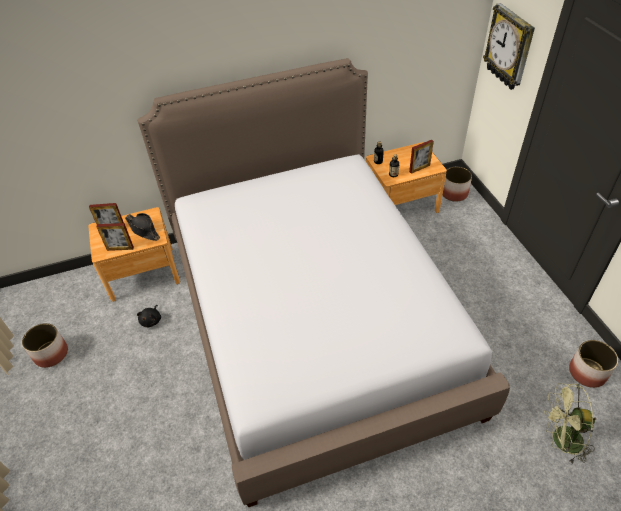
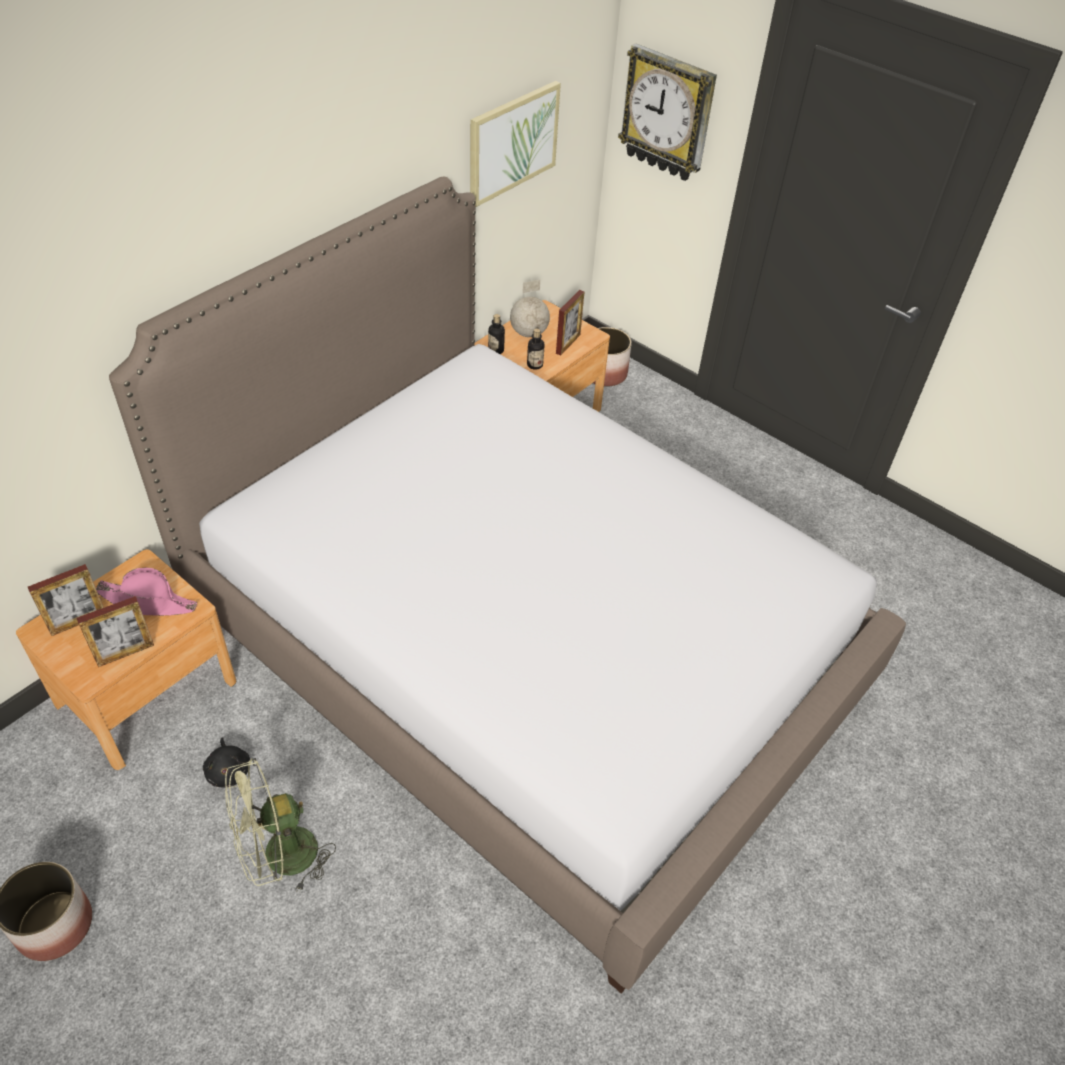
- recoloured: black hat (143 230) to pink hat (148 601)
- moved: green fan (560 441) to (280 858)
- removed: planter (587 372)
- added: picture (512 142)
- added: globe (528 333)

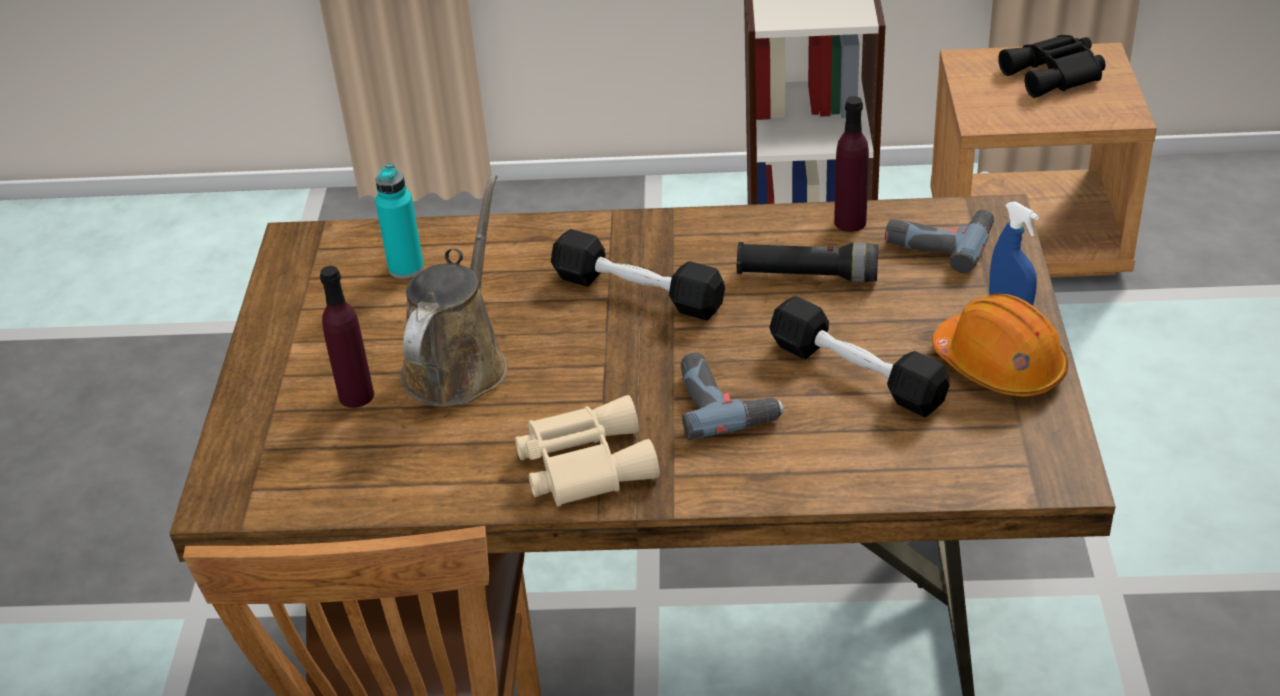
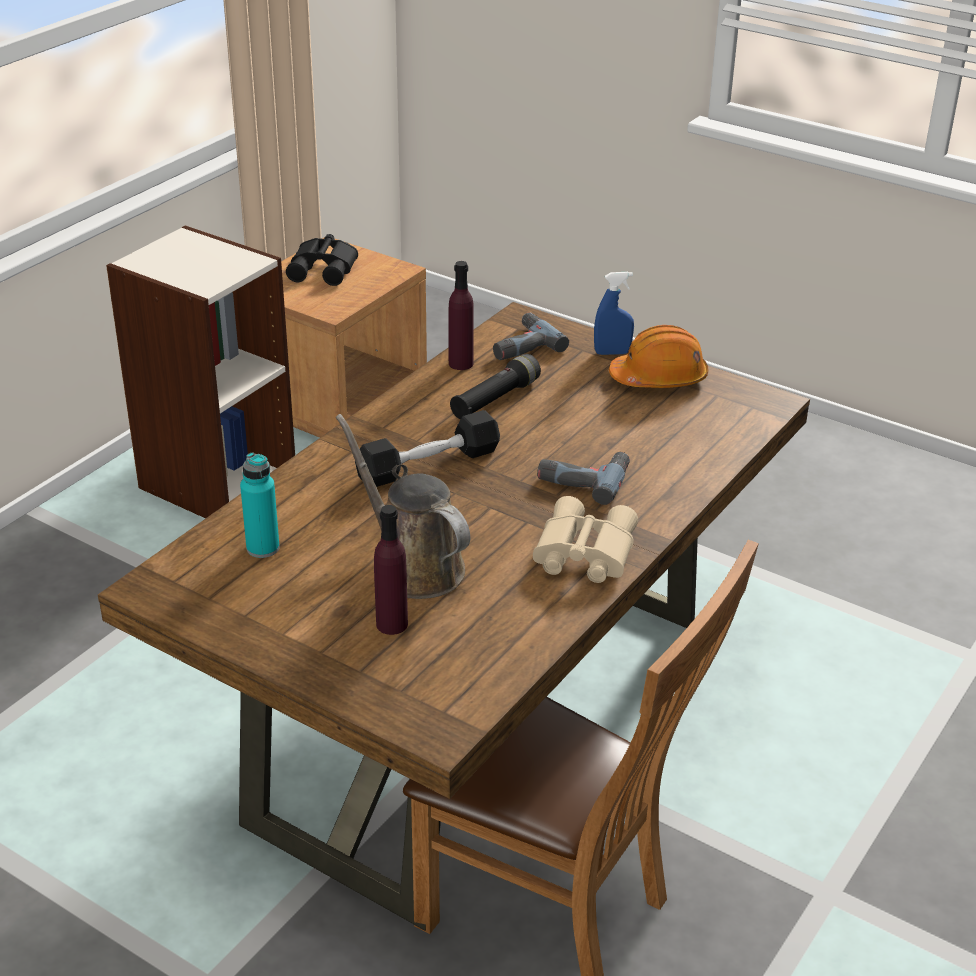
- removed: black dumbbell (857 374)

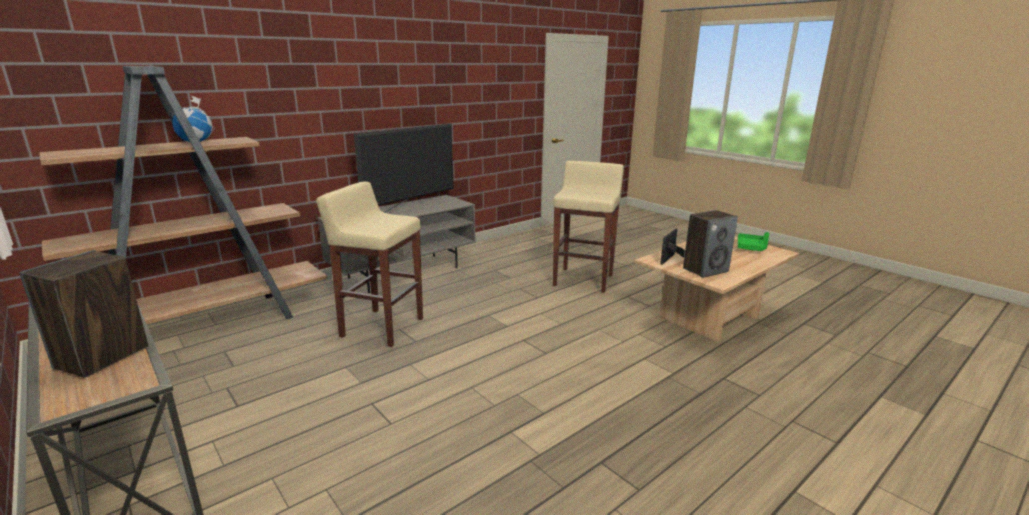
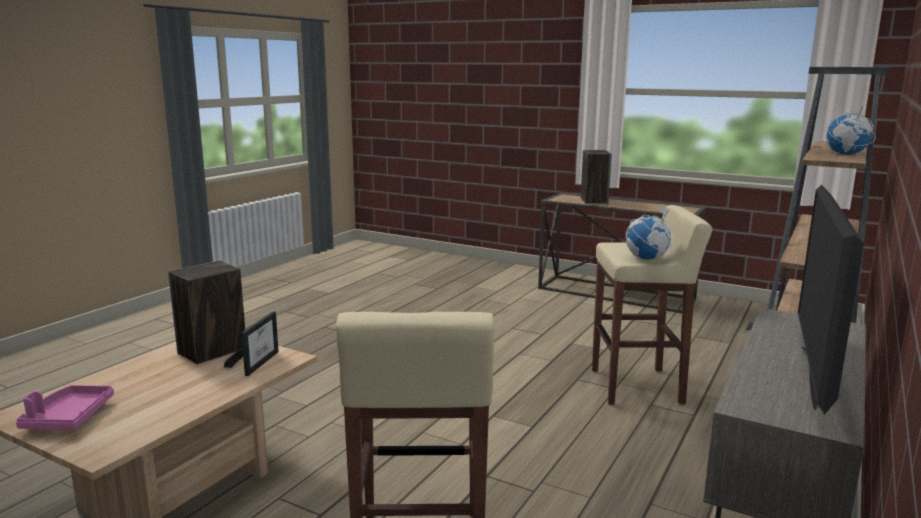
- recoloured: green tray (751 247) to pink tray (68 418)
- added: globe (647 259)

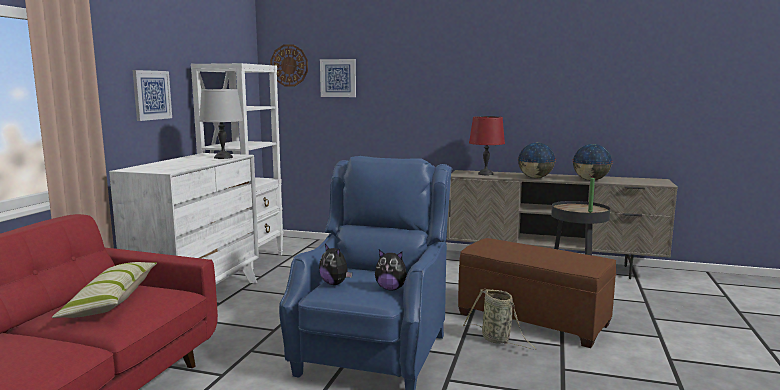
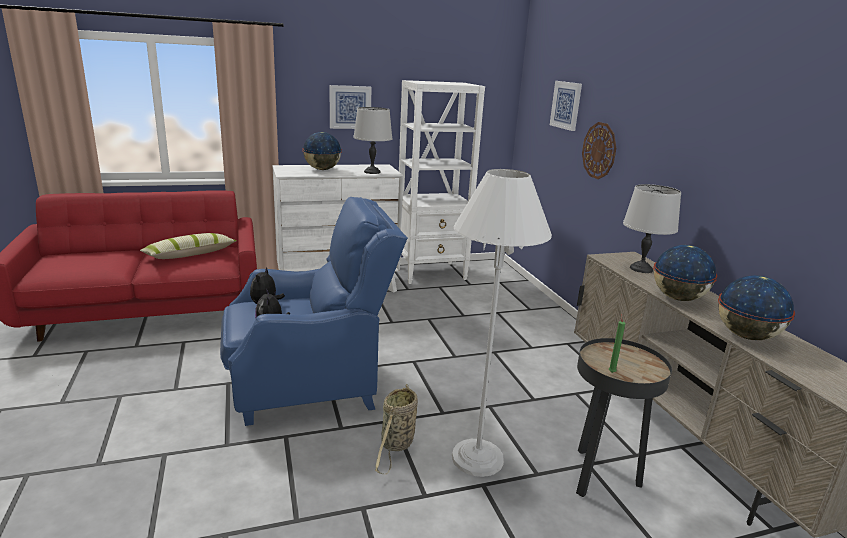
- moved: wall clock (289 65) to (599 150)
- replaced: brown ottoman (533 319) to white floor lamp (477 458)
- recoloured: red table lamp (485 174) to grey table lamp (641 269)
- added: globe (322 169)

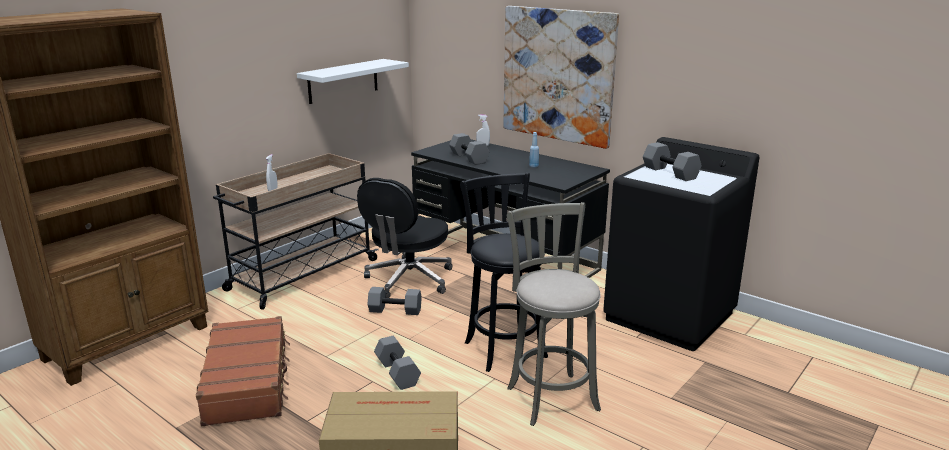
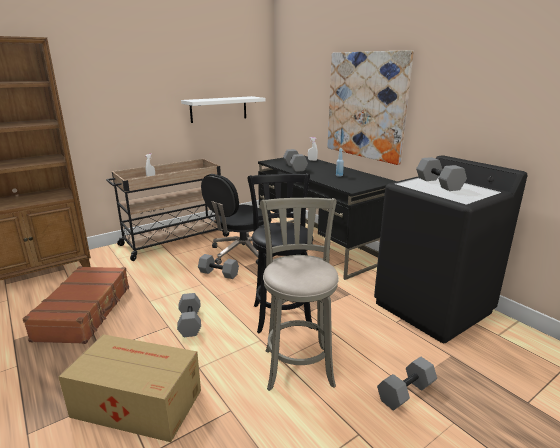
- added: grey dumbbell (406 393)

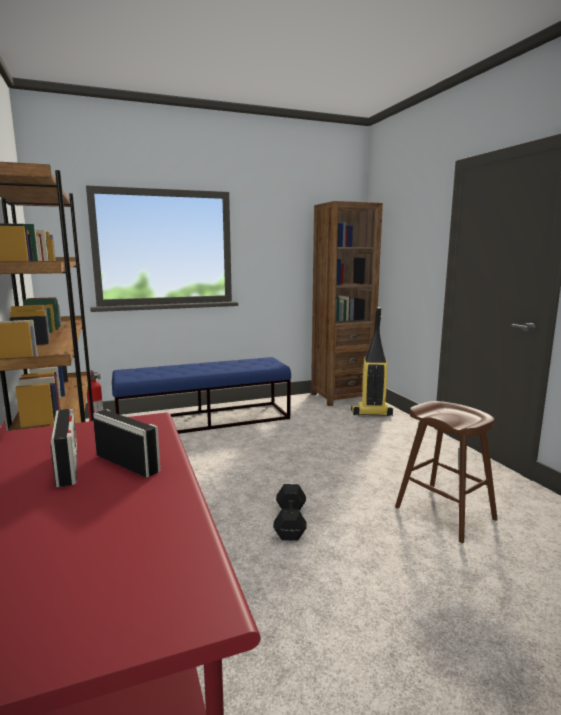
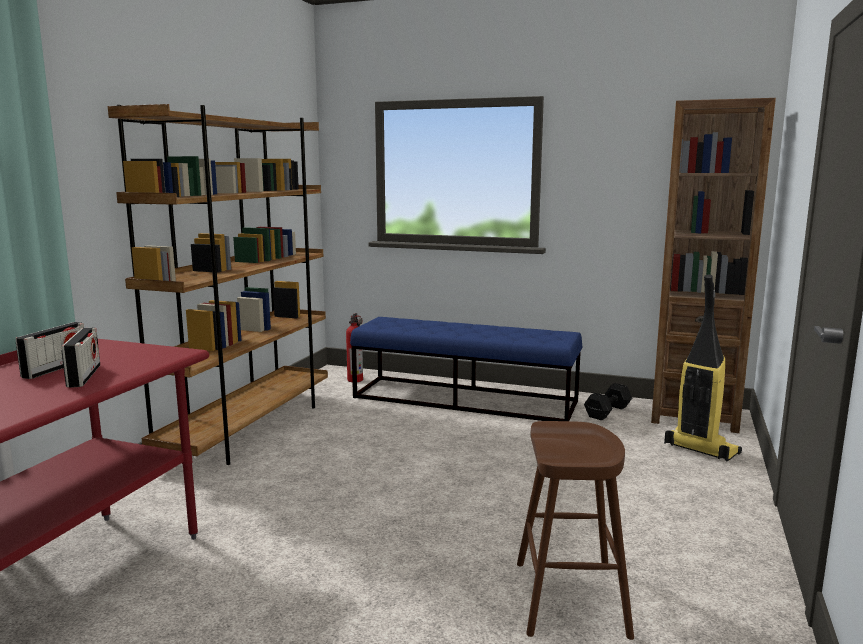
- moved: black dumbbell (291 522) to (608 412)

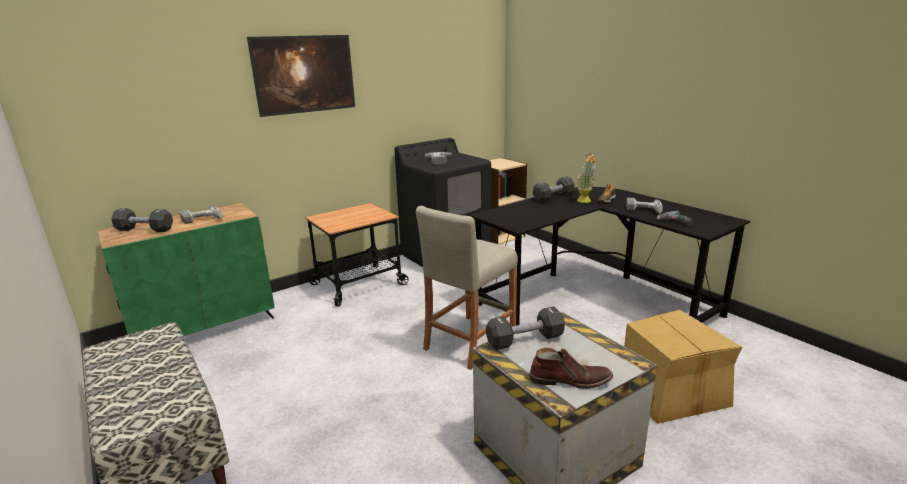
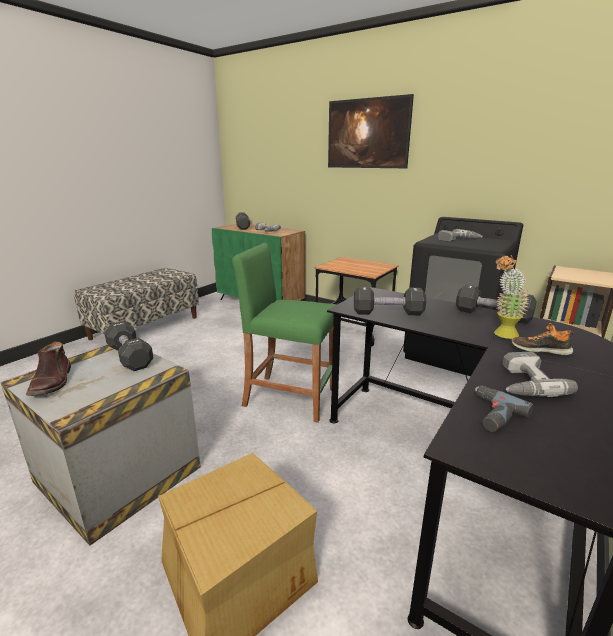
- recoloured: beige stool (469 341) to green stool (289 397)
- added: black dumbbell (388 313)

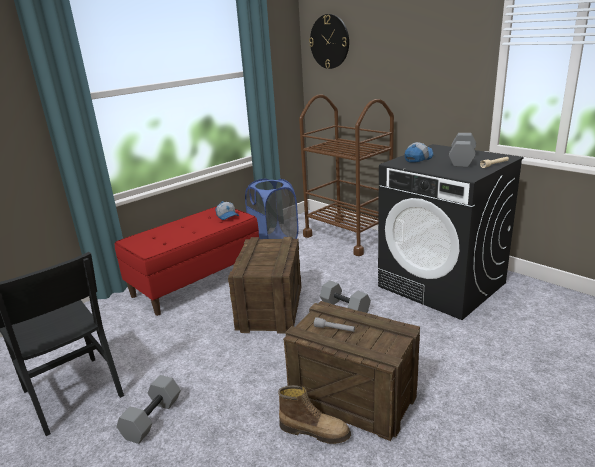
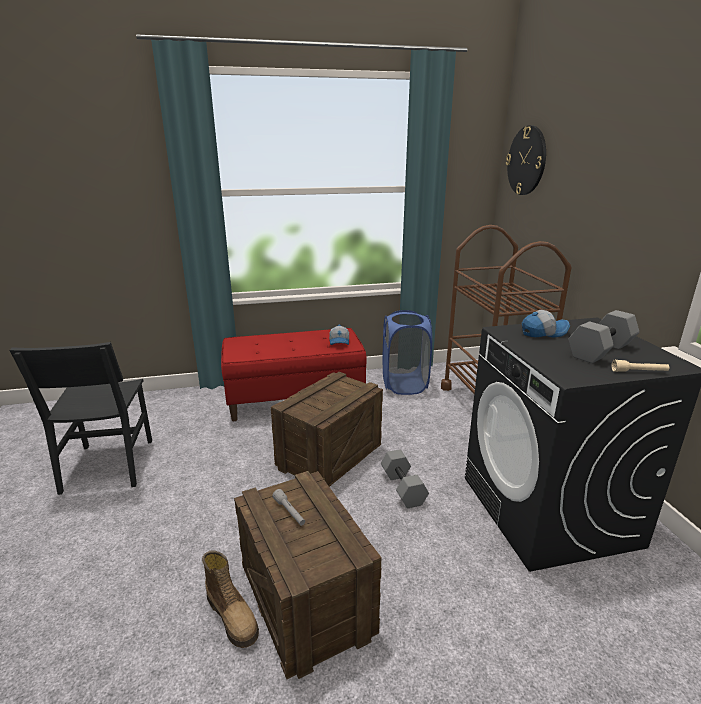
- removed: grey dumbbell (152 417)

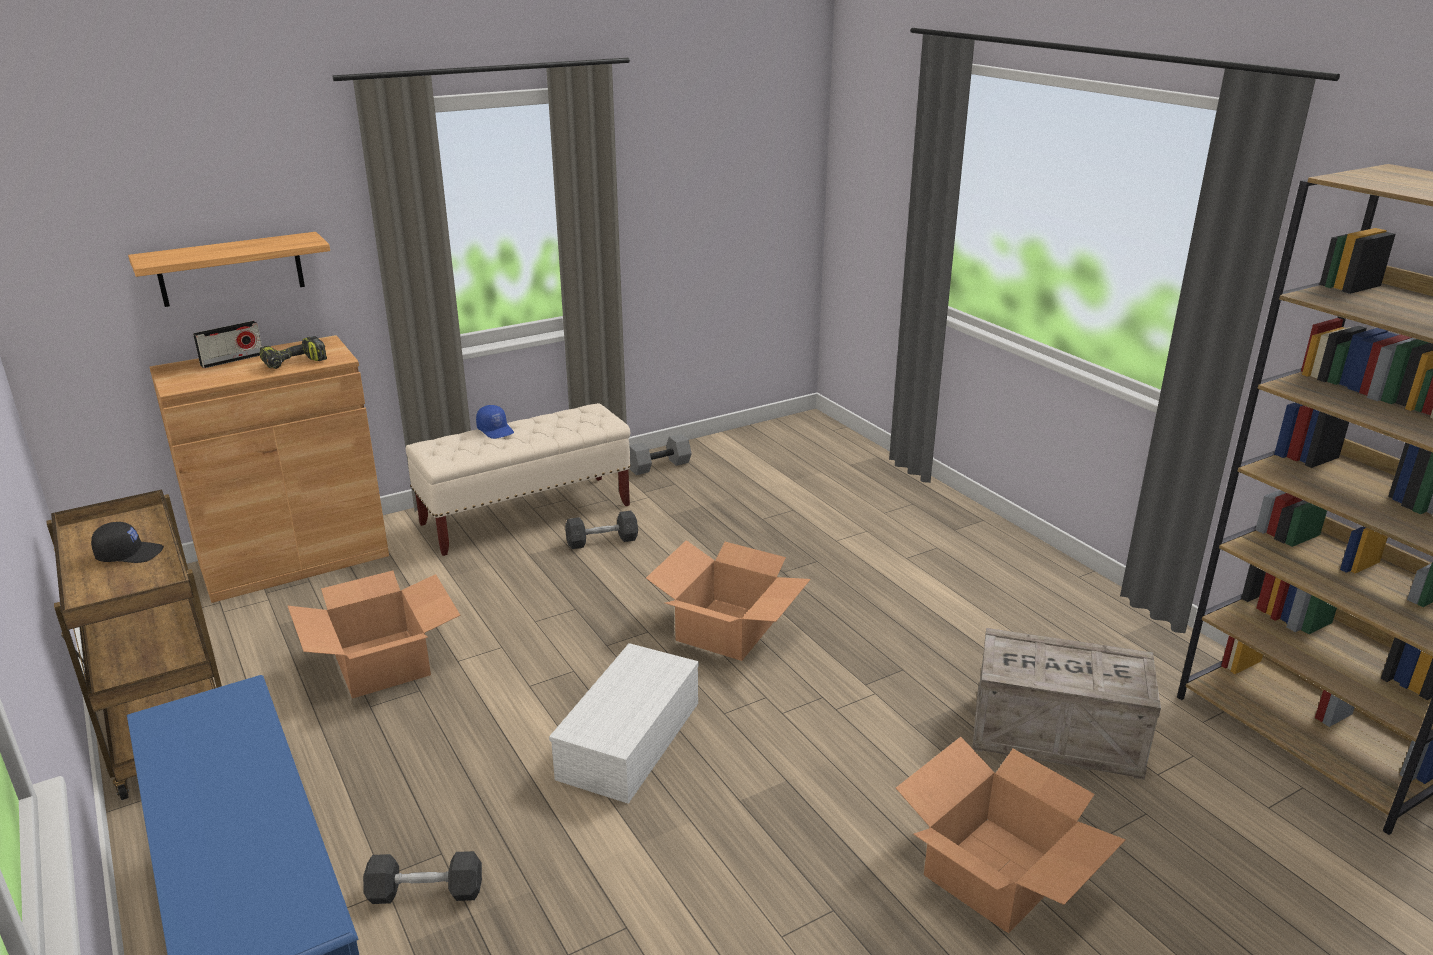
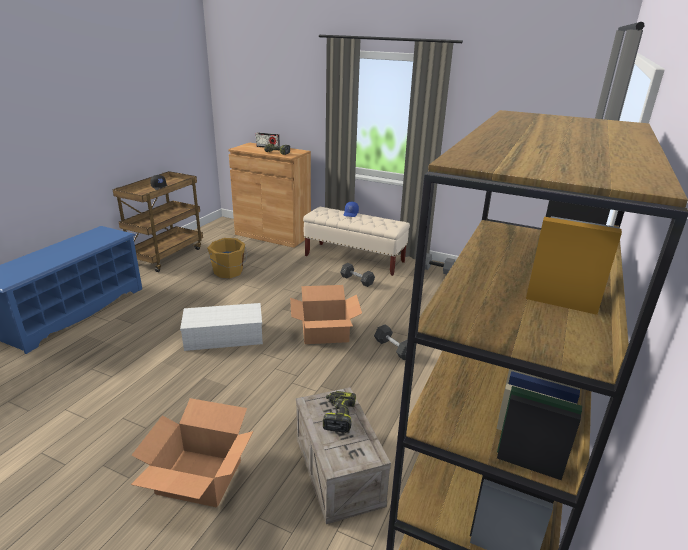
- removed: shelf (231 269)
- replaced: cardboard box (382 663) to orange bucket (228 272)
- moved: grey dumbbell (426 892) to (393 348)
- added: power drill (338 415)

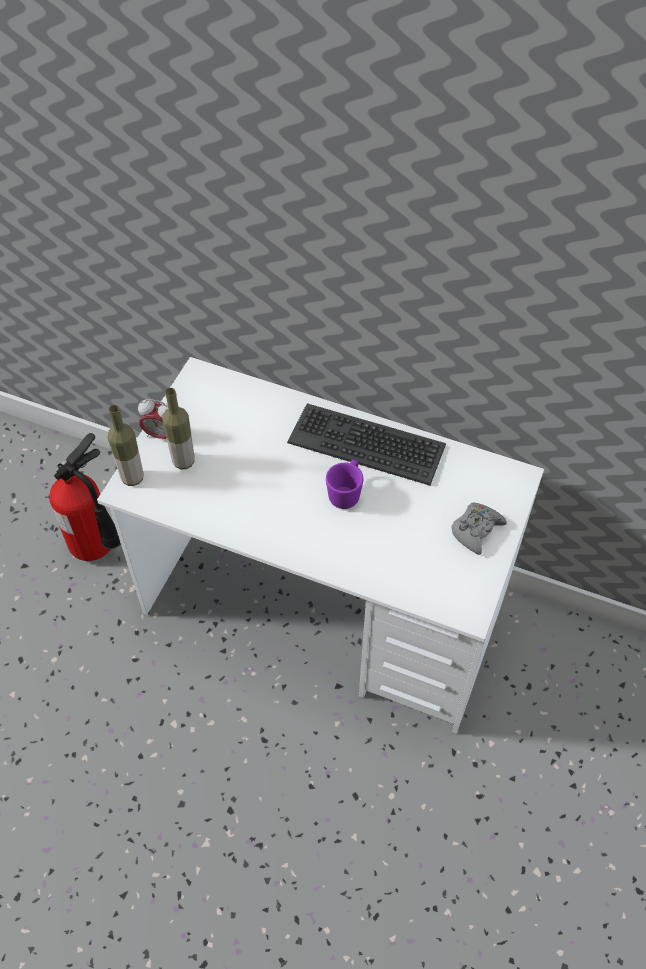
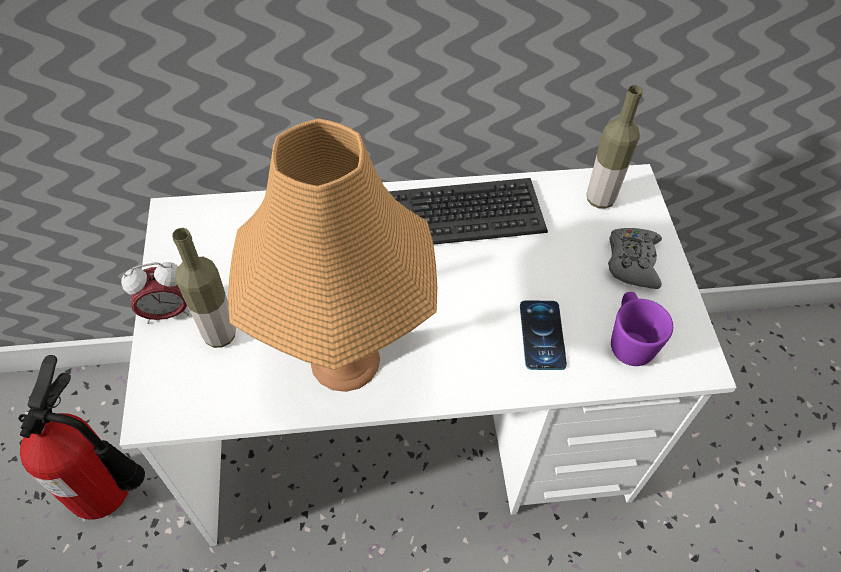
- moved: bottle (132 478) to (600 199)
- moved: purple mug (346 493) to (628 341)
- added: orange table lamp (344 360)
- added: phone (542 335)

